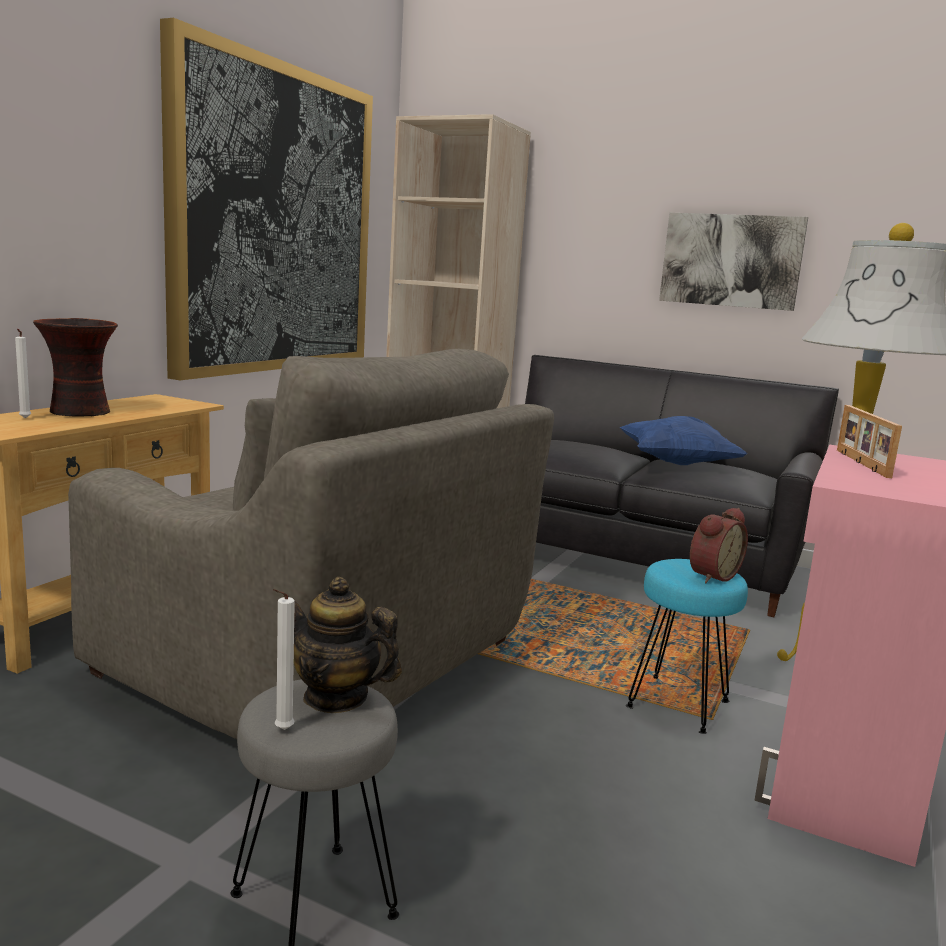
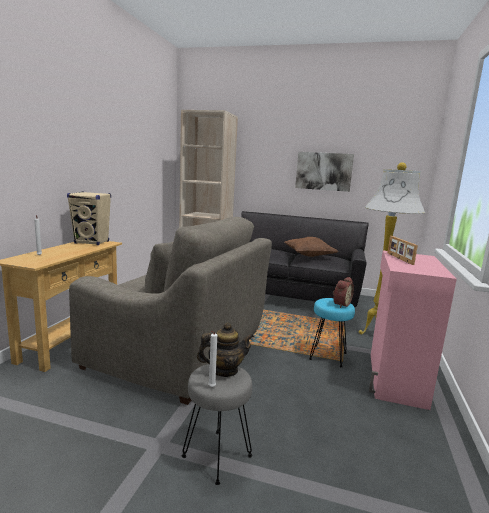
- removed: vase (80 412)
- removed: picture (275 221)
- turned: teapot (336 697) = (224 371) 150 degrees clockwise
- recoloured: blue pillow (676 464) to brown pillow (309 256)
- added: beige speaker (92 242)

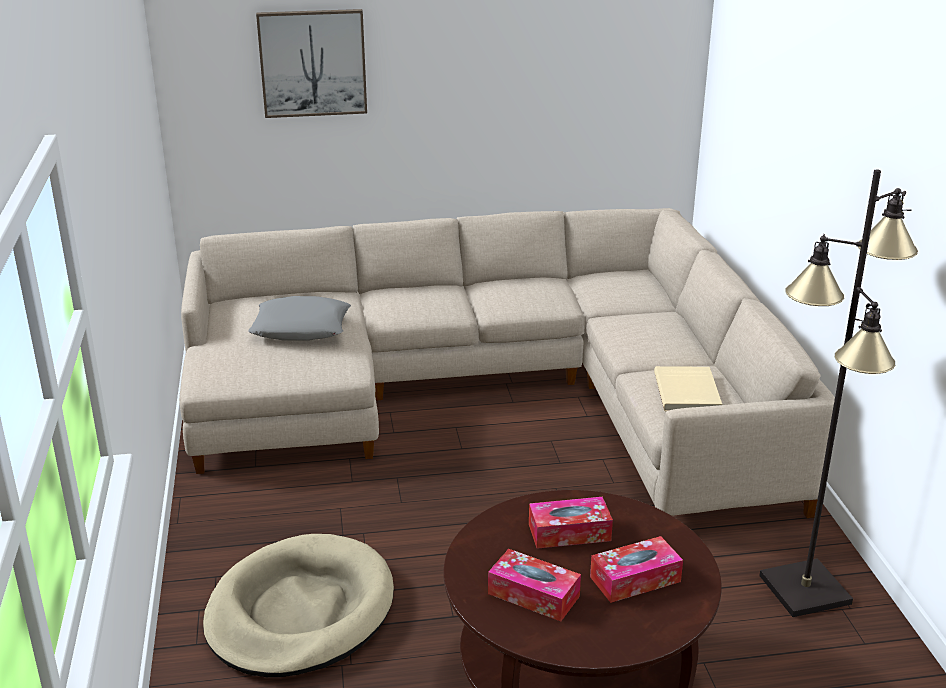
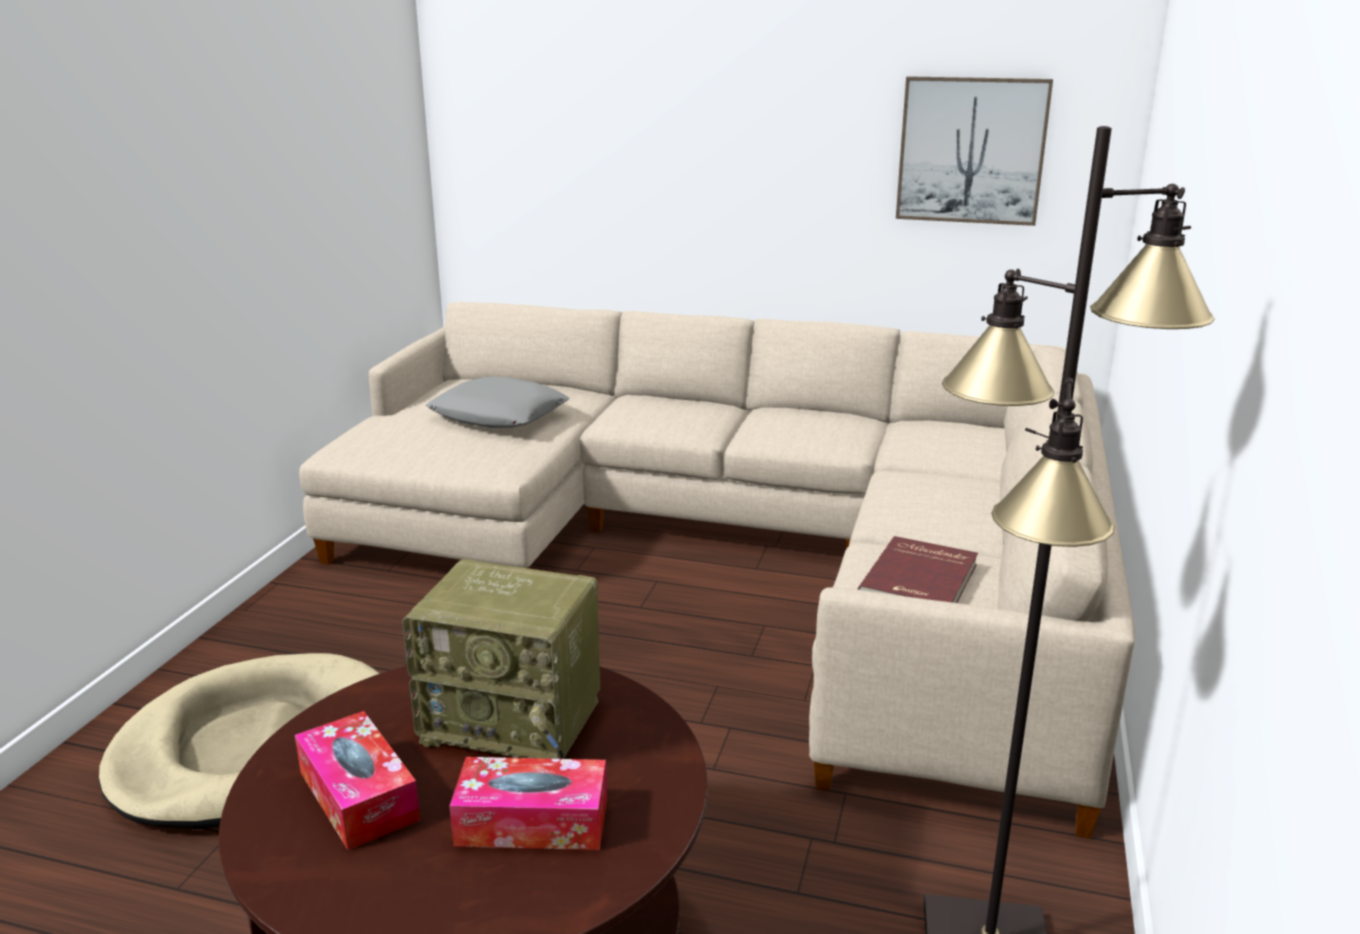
- moved: picture (312 63) to (971 150)
- replaced: tissue box (569 532) to radio (515 720)
- recoloured: beige book (688 392) to red book (921 581)

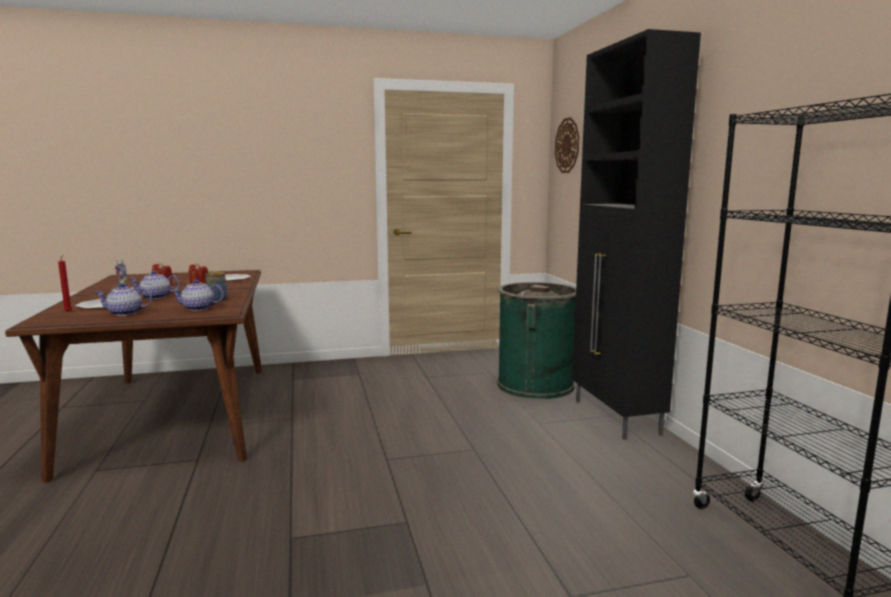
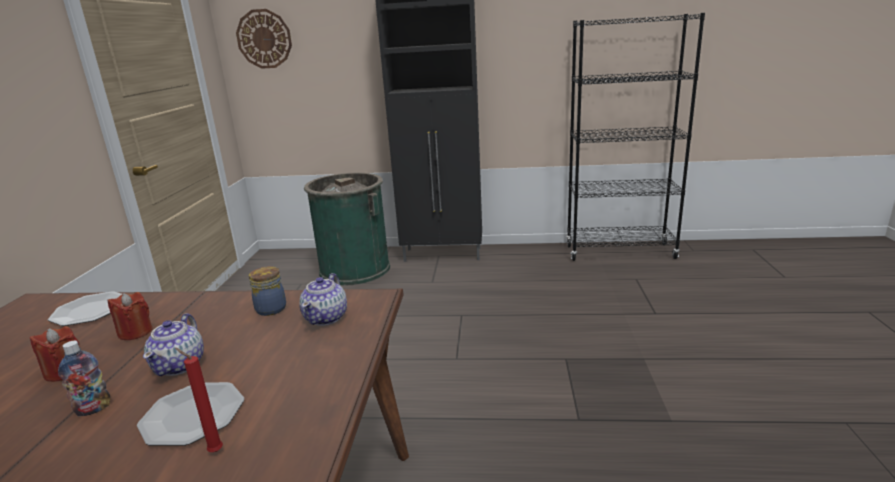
- removed: teapot (125 313)

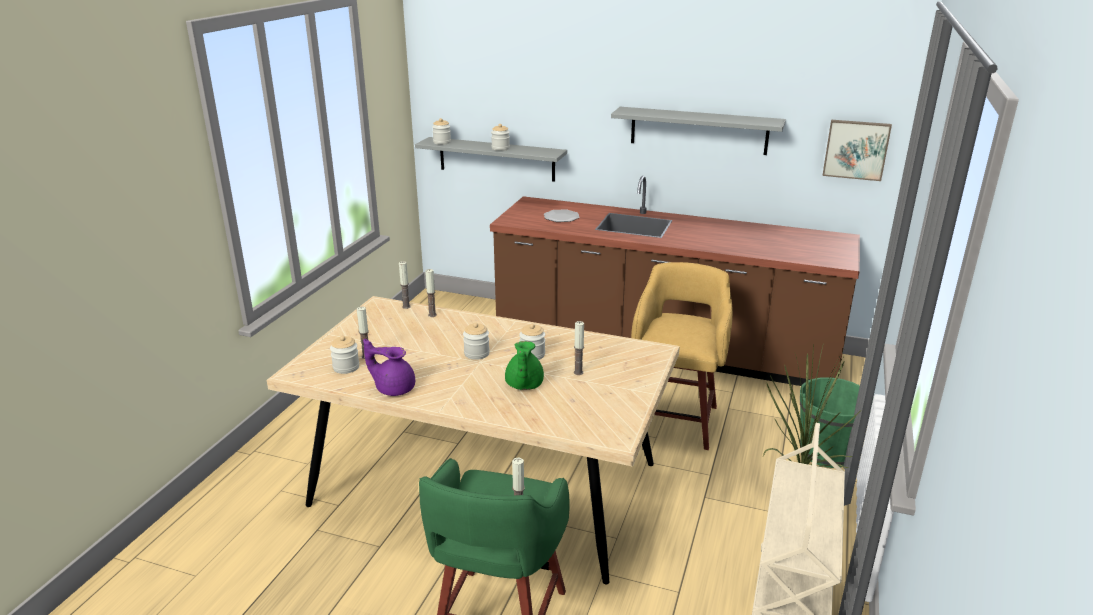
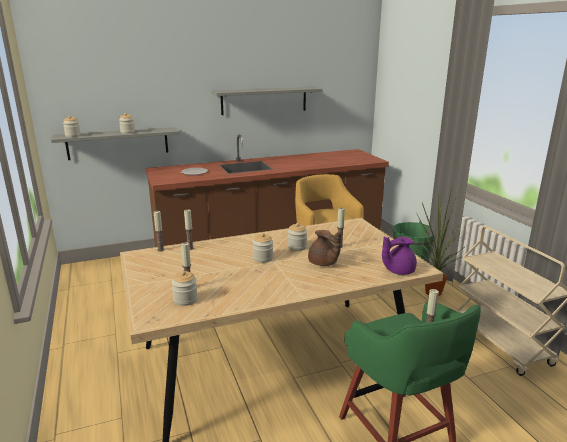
- moved: purple teapot (394 388) to (398 270)
- recoloured: green teapot (523 385) to brown teapot (323 263)
- removed: picture (856 149)

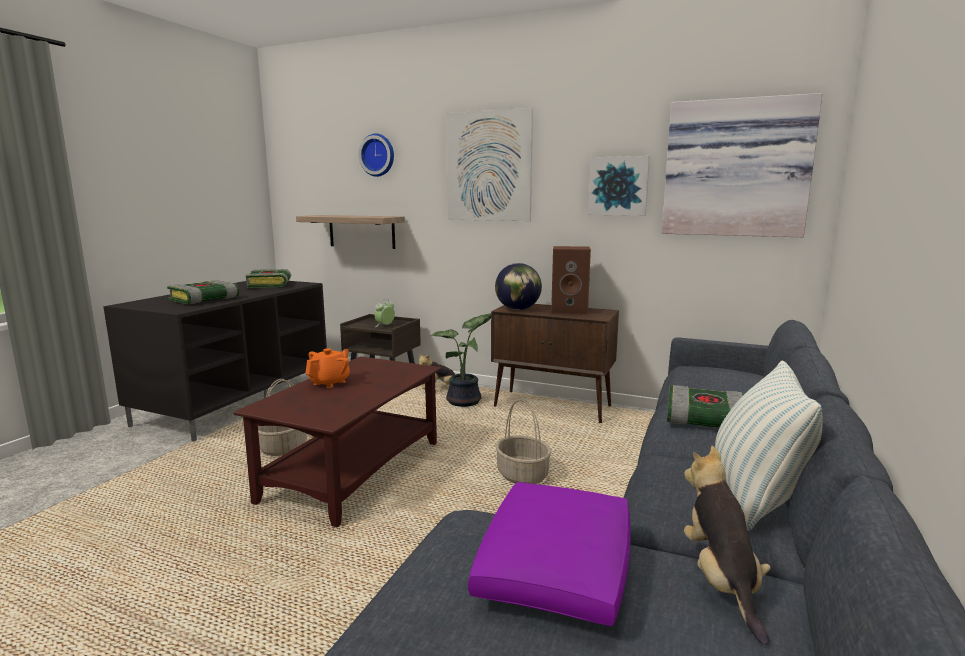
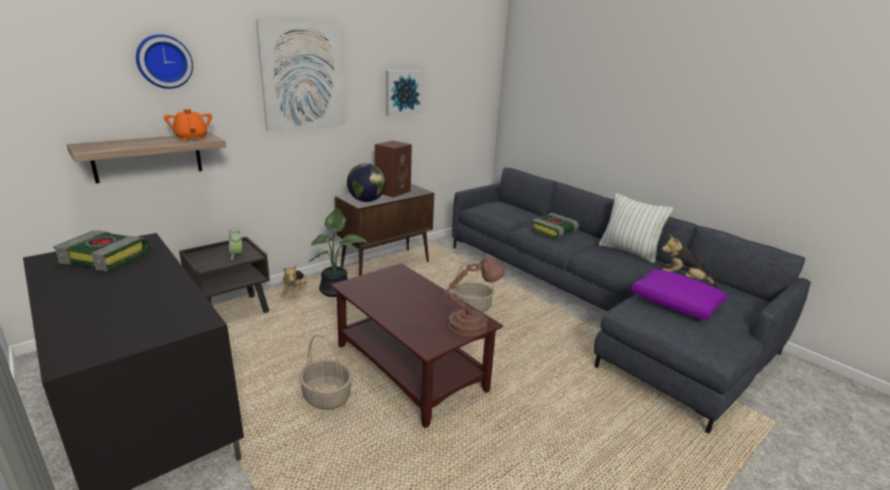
- removed: book (204 300)
- moved: orange teapot (330 382) to (191 138)
- removed: picture (736 168)
- added: brown table lamp (471 324)

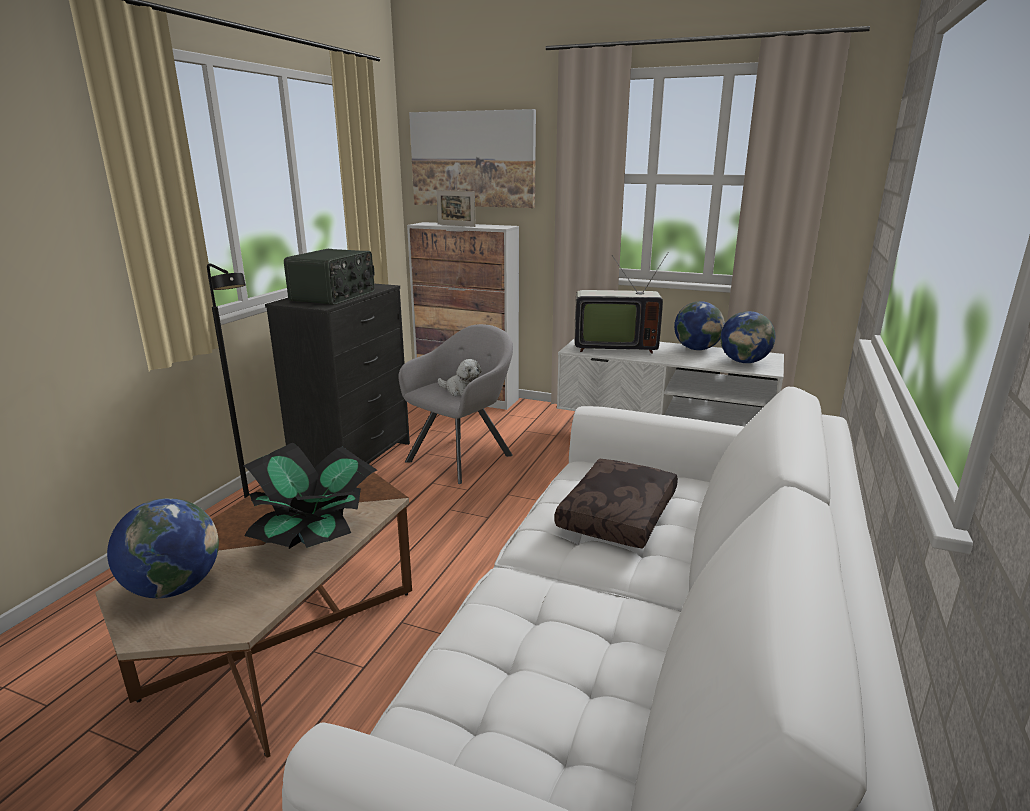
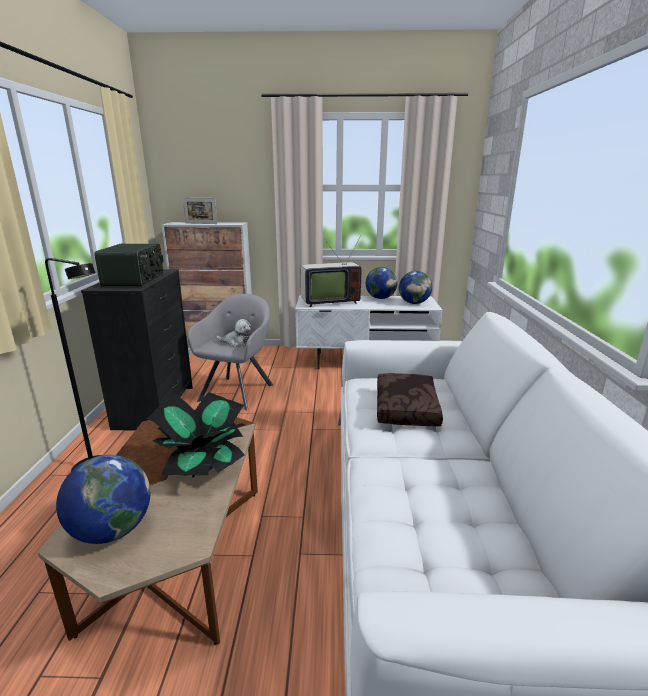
- removed: picture (473 159)

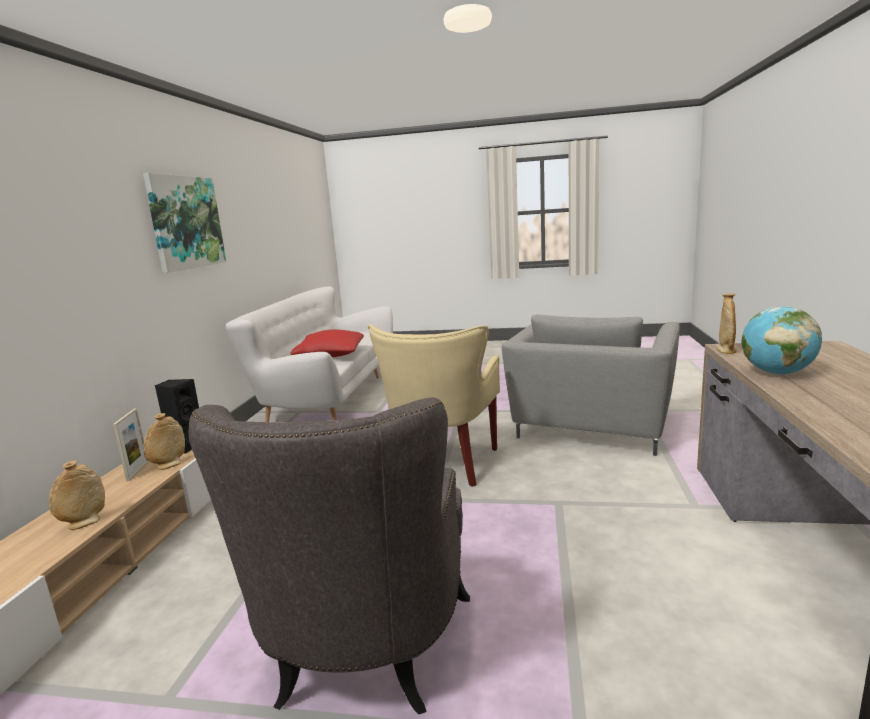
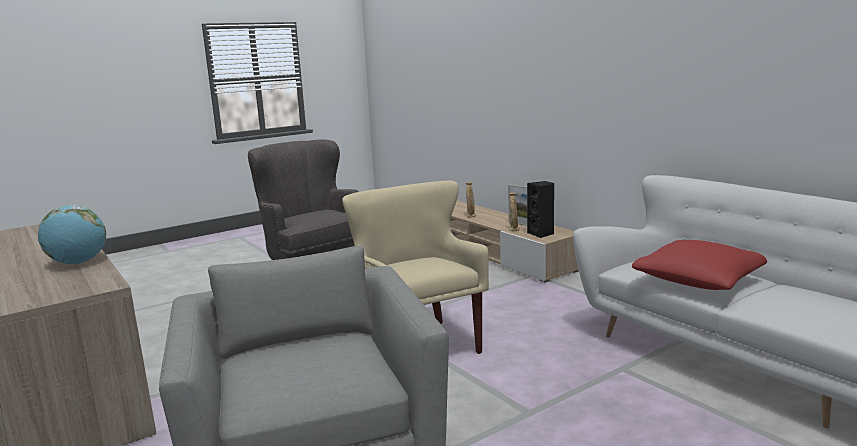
- removed: picture (186 222)
- removed: beige vase (726 351)

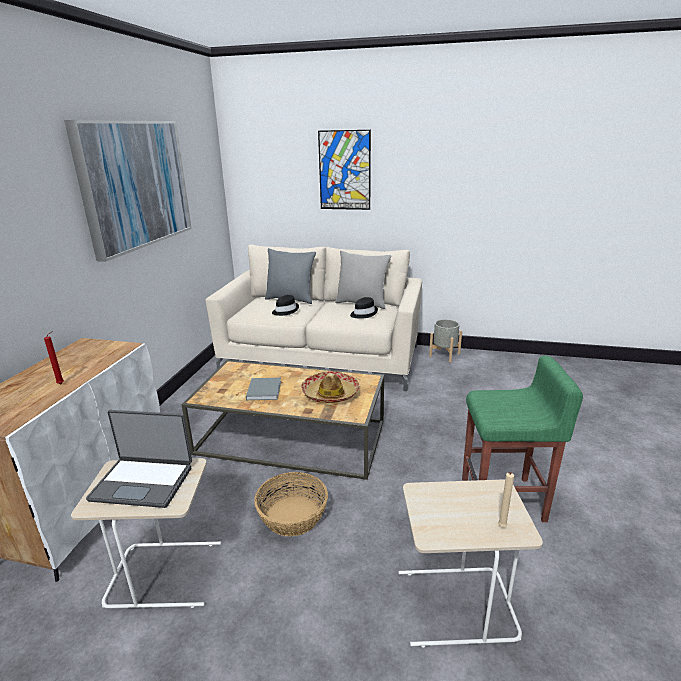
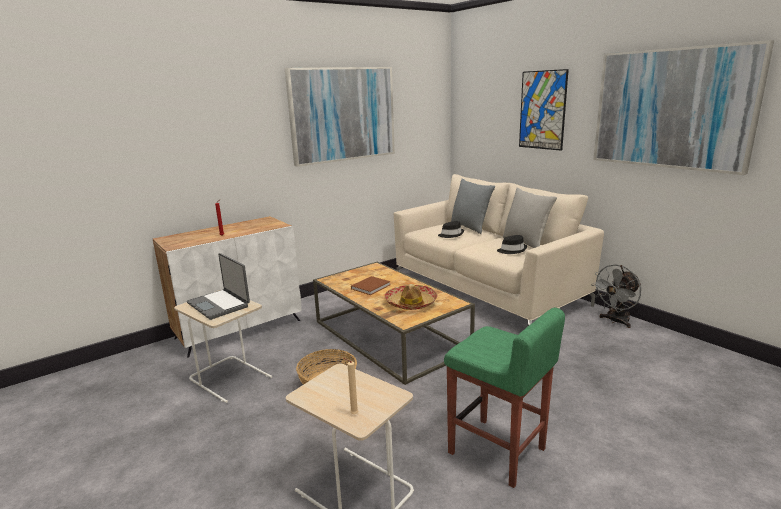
- recoloured: grey book (264 389) to brown book (371 286)
- replaced: grey planter (444 355) to grey fan (615 321)
- added: picture (672 108)

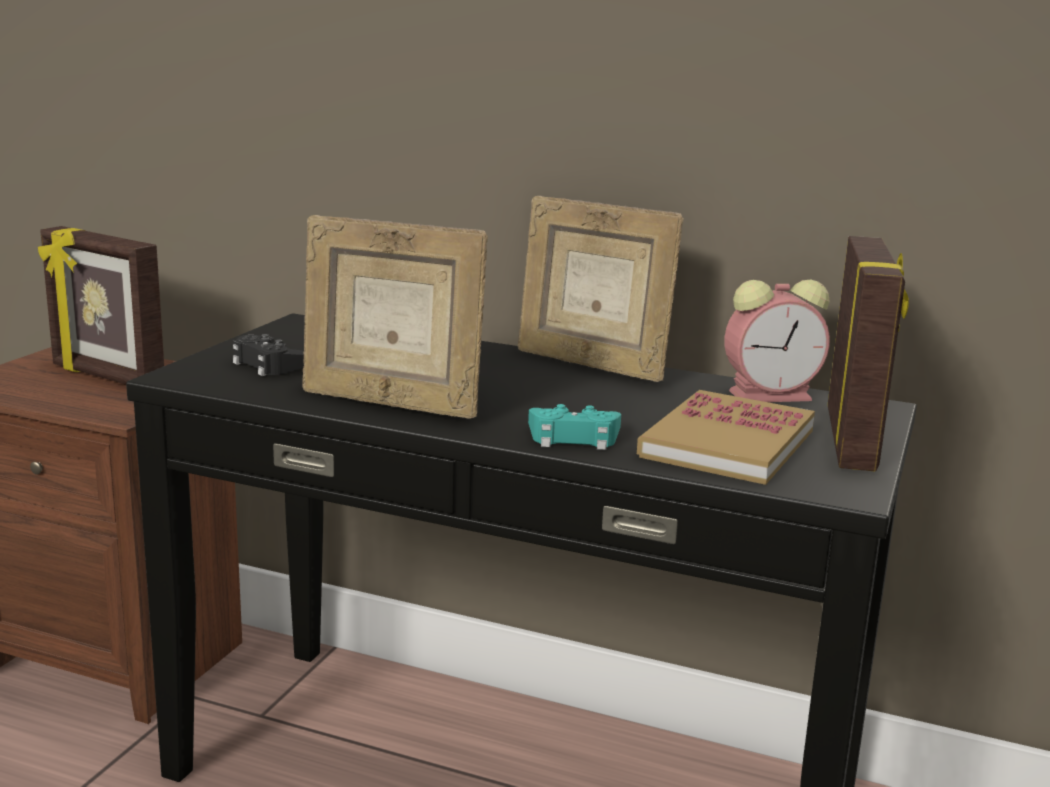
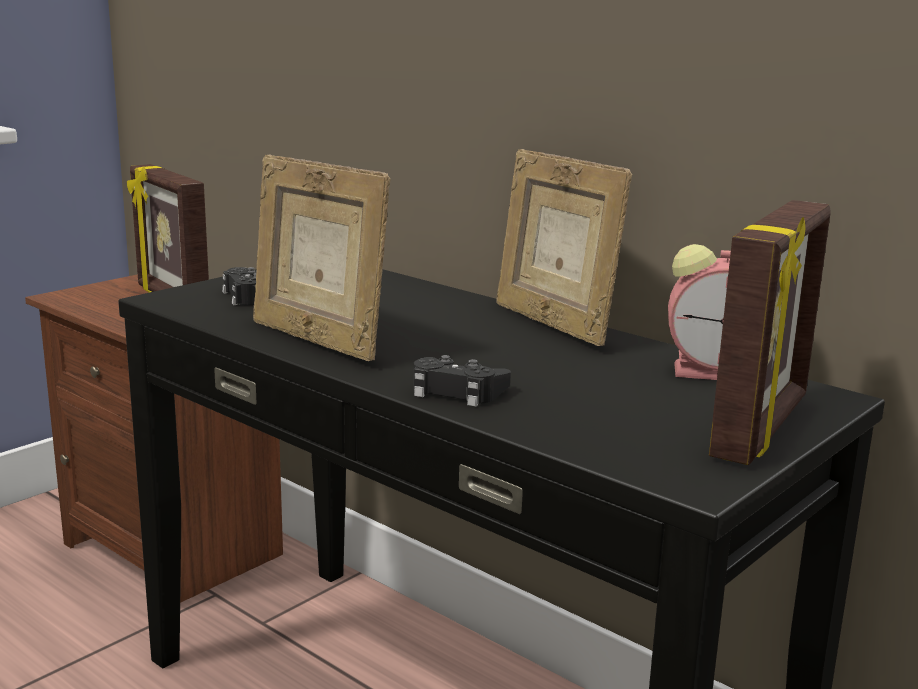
- recoloured: turquoise game controller (573 438) to black game controller (456 391)
- removed: book (727 443)

